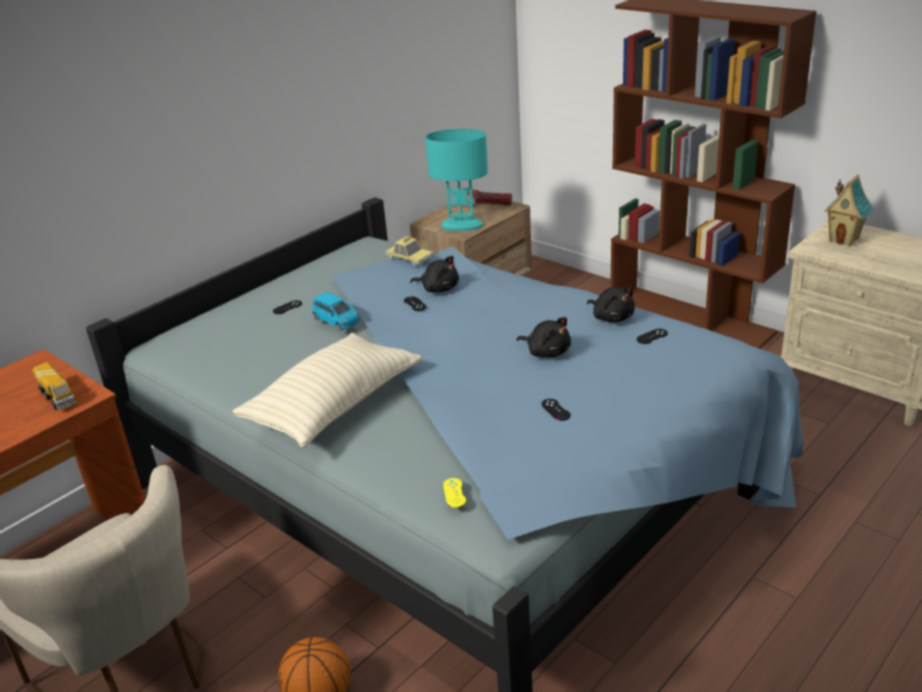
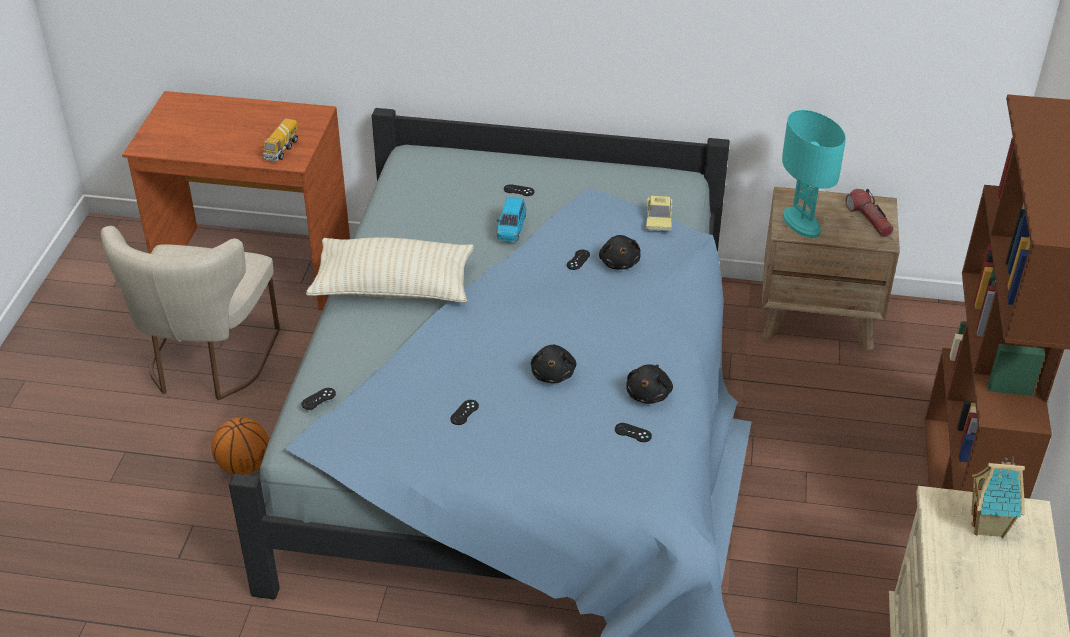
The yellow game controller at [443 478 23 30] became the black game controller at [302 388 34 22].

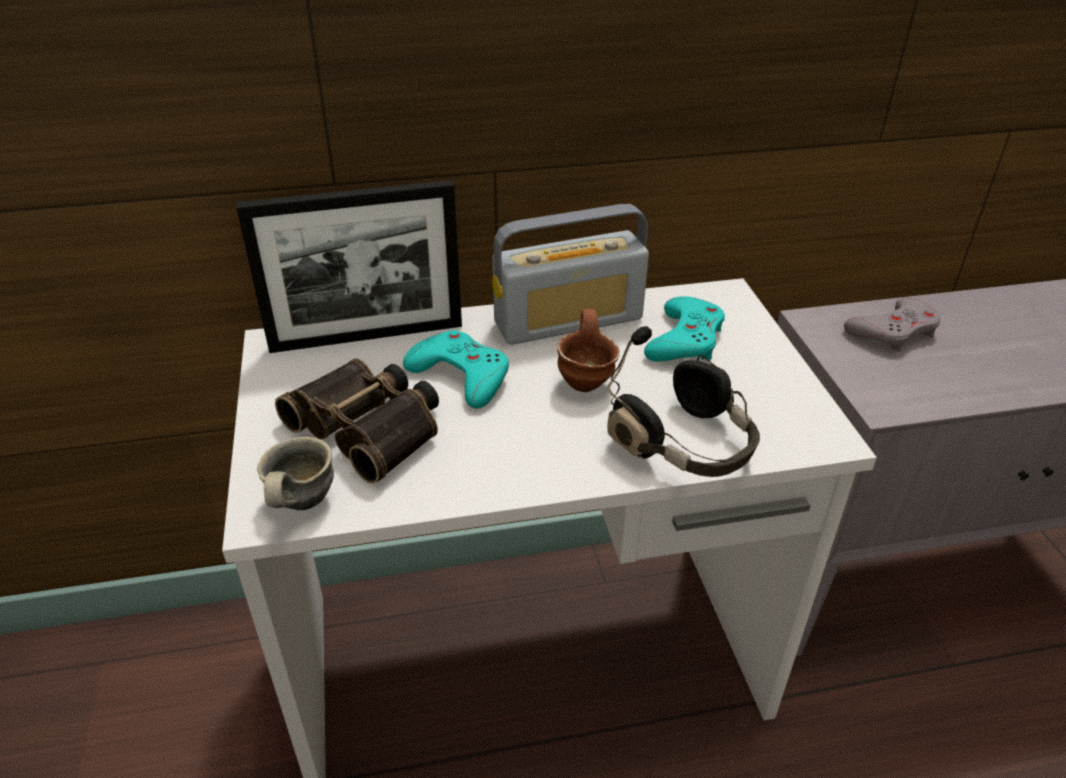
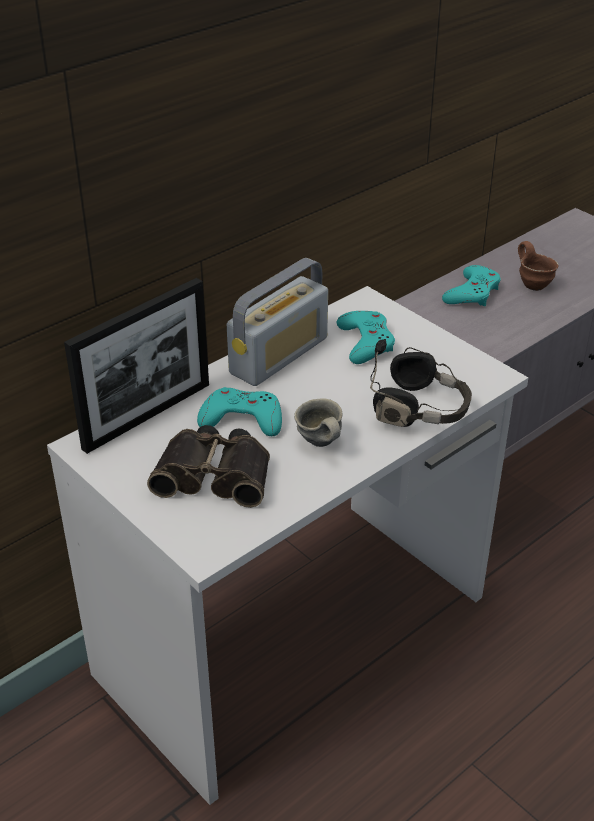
The grey mug moved from [257 437 77 73] to [294 398 48 49]. The grey game controller at [844 297 97 55] became the turquoise game controller at [442 265 59 41]. The brown mug moved from [557 309 63 83] to [518 241 41 50].

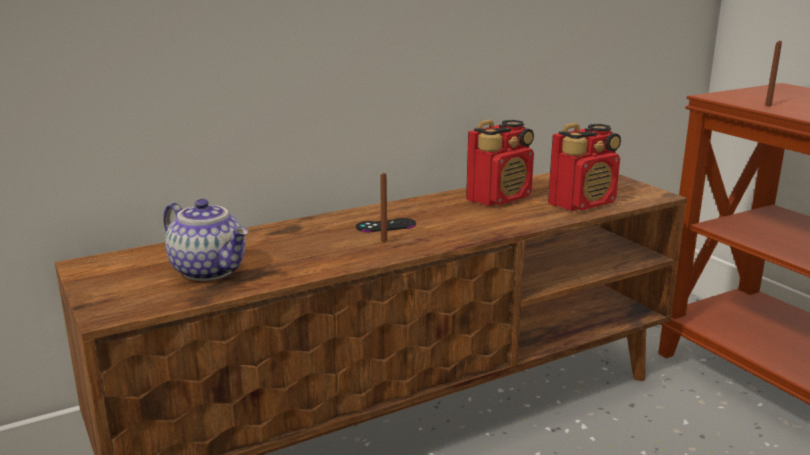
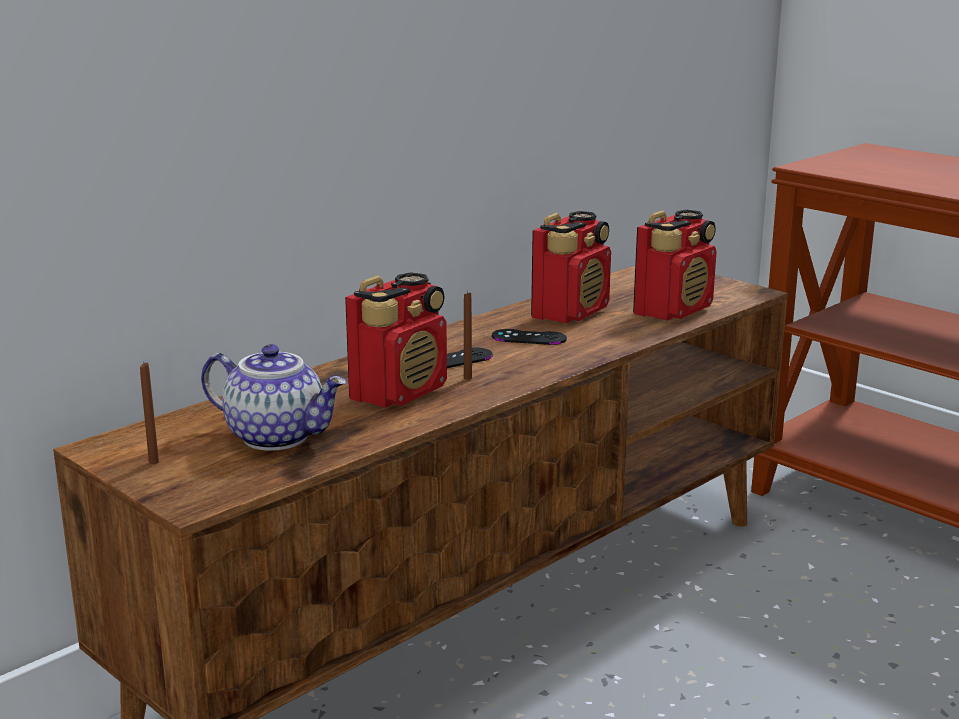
The brown candle moved from [765 41 17 65] to [140 362 19 102]. The radio at [345 272 102 136] appeared. The black game controller at [492 329 75 16] appeared.

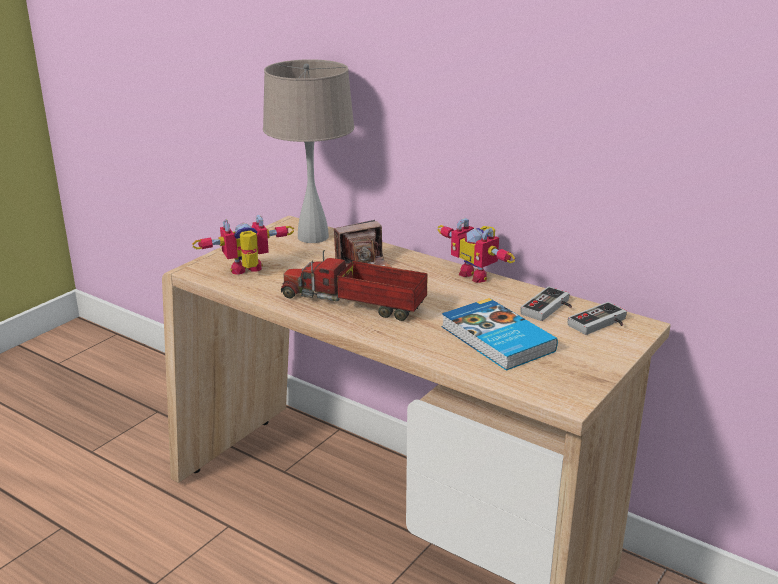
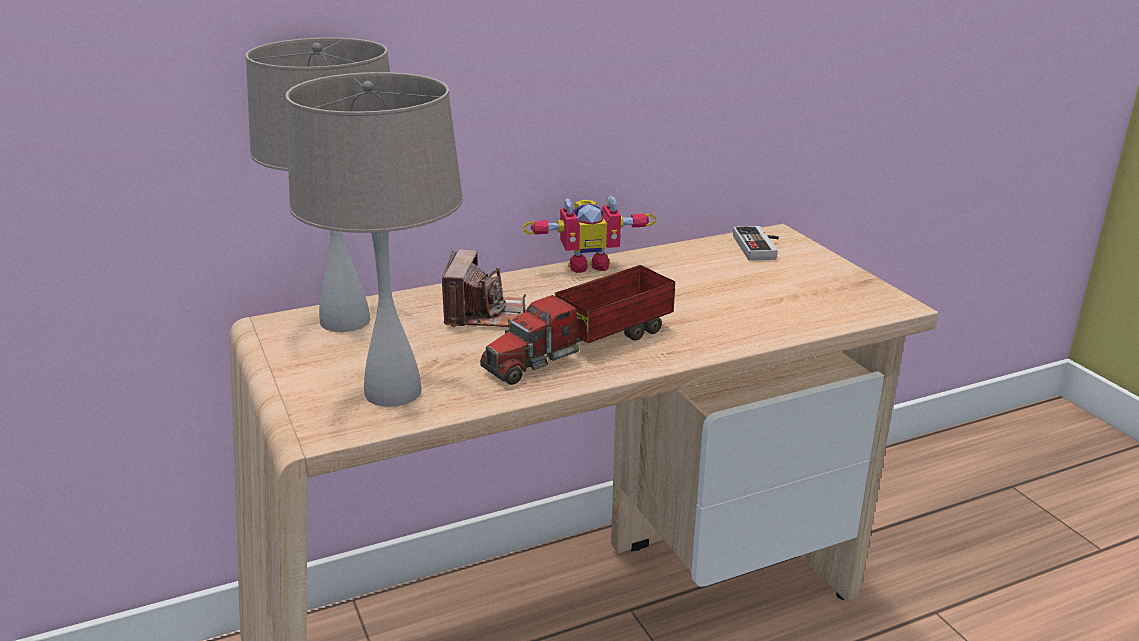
The toy robot at [192 215 102 60] was replaced by the beige table lamp at [285 72 178 335]. The book at [442 298 116 73] disappeared. The game controller at [520 287 52 34] disappeared.

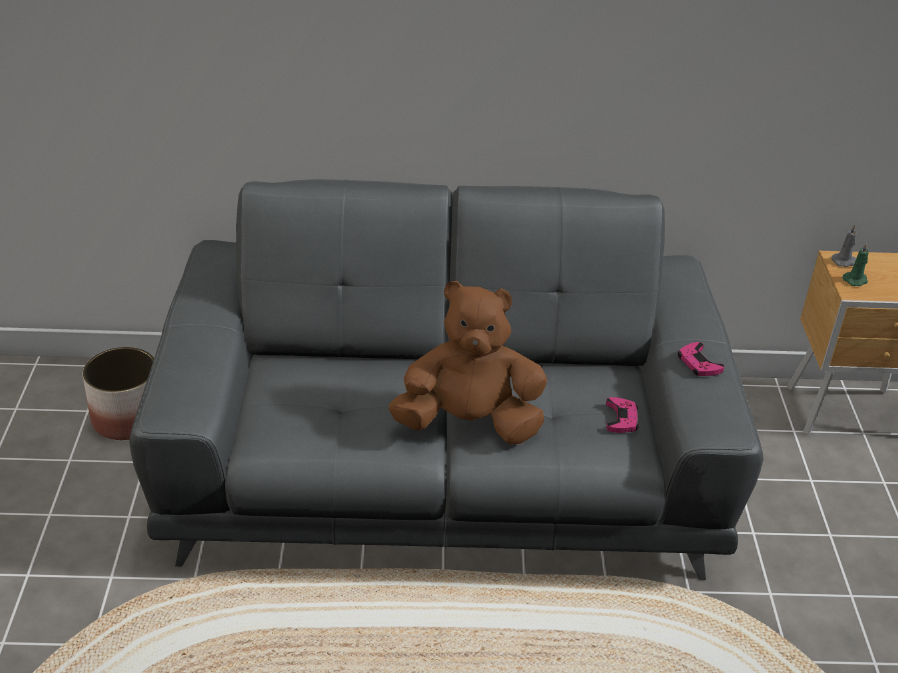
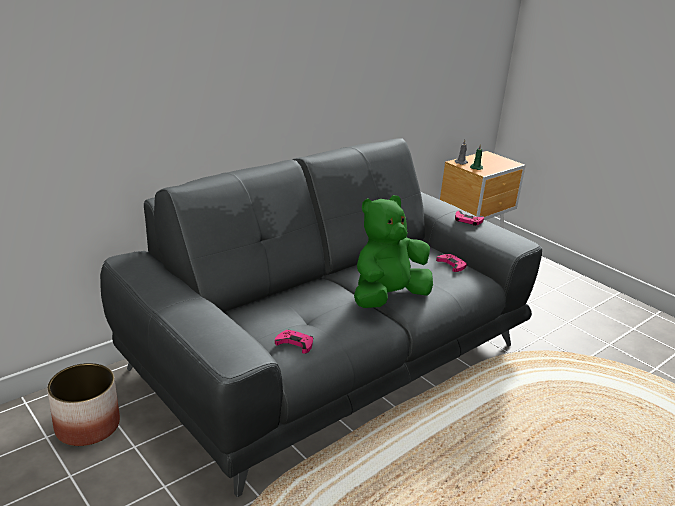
The pink game controller at [275 330 38 23] appeared. The brown plush toy at [389 281 158 164] became the green plush toy at [354 195 79 113].

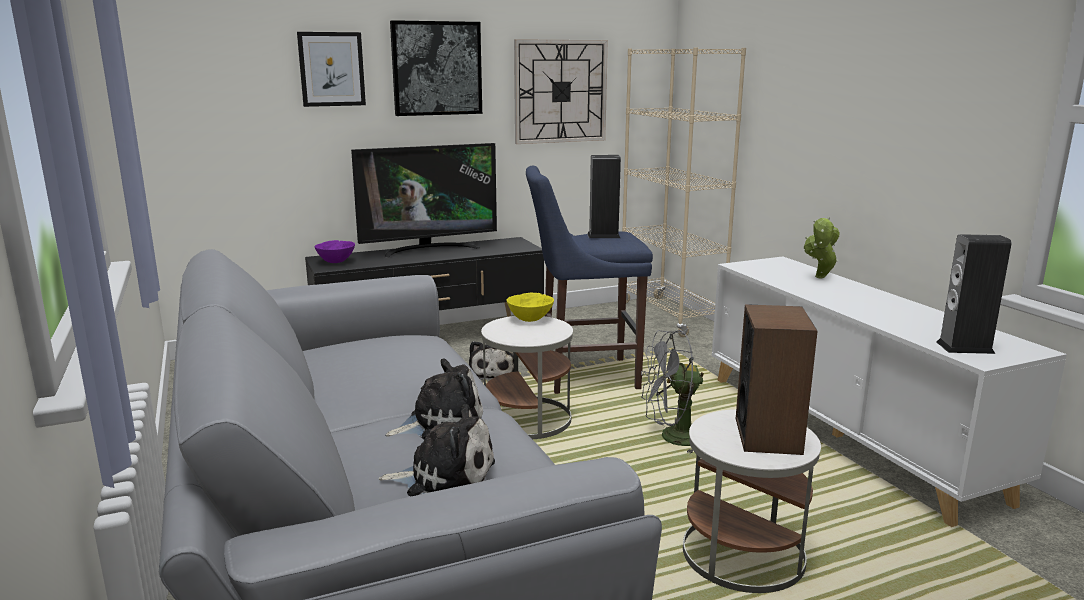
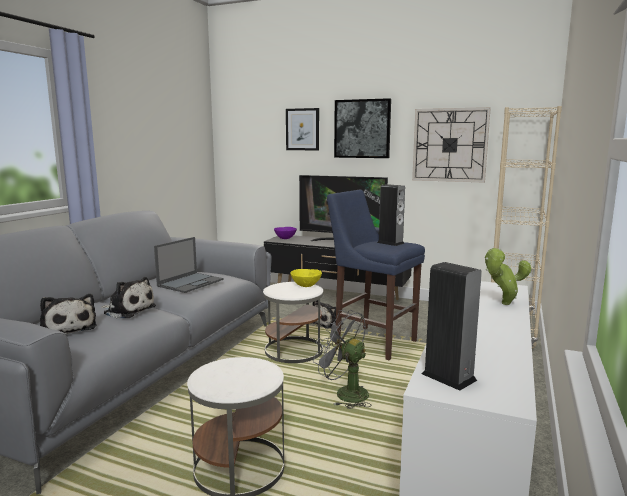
The laptop at [154 237 69 56] appeared. The speaker at [736 304 82 151] disappeared.

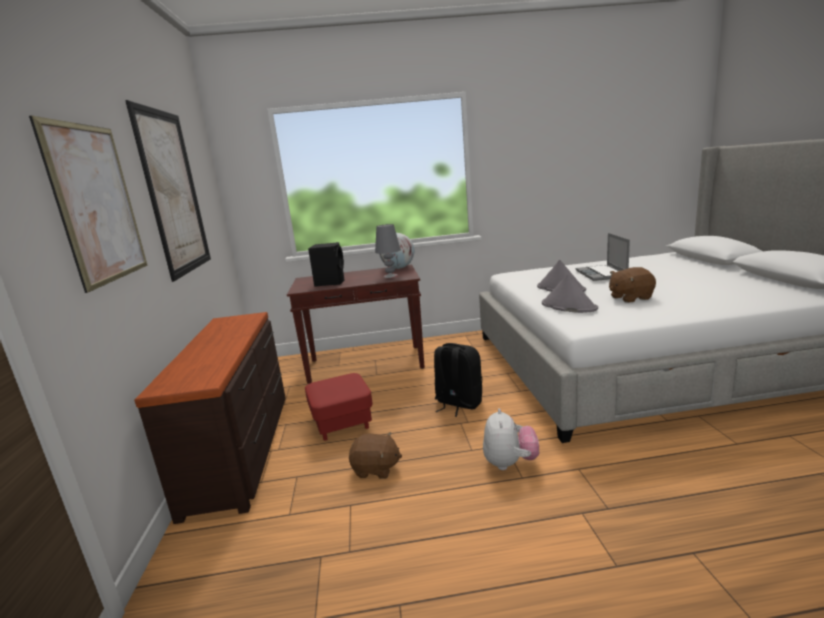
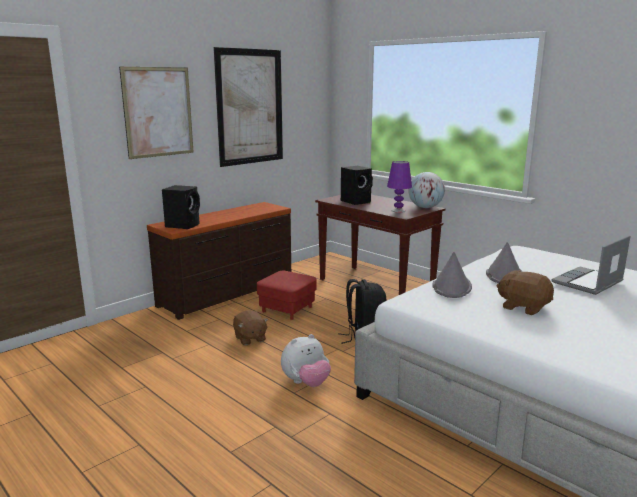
The black speaker at [162 185 38 44] appeared. The grey table lamp at [375 224 26 54] became the purple table lamp at [387 161 25 52].

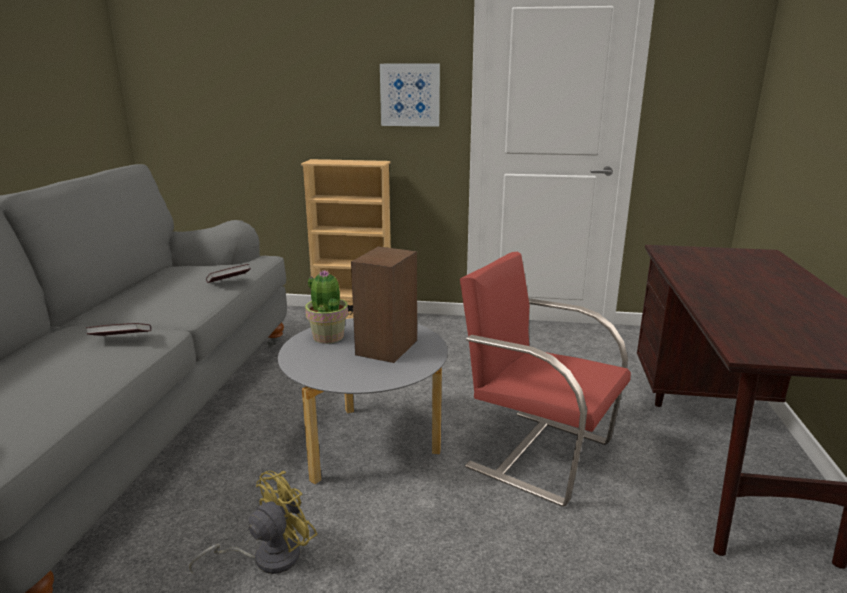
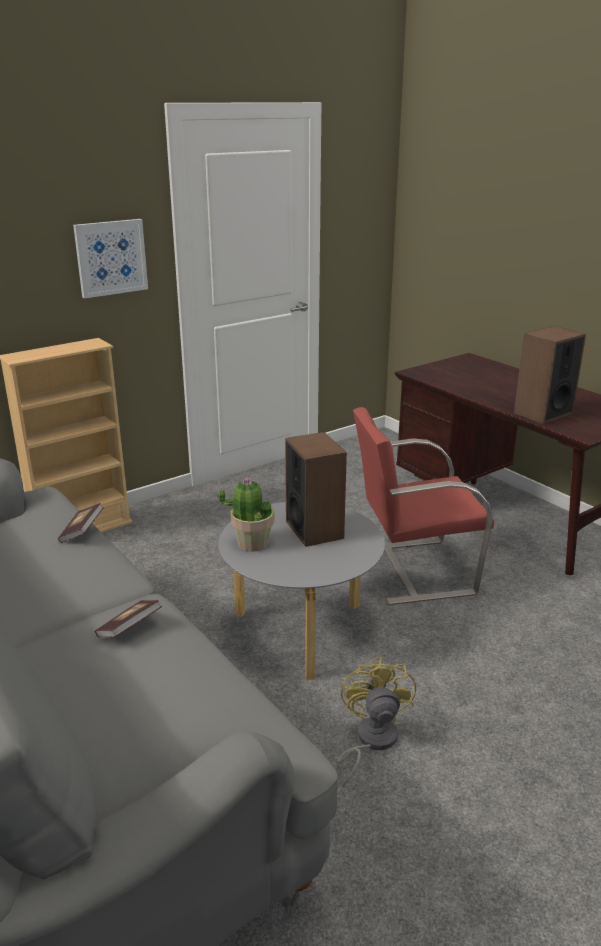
The speaker at [514 326 72 98] appeared.

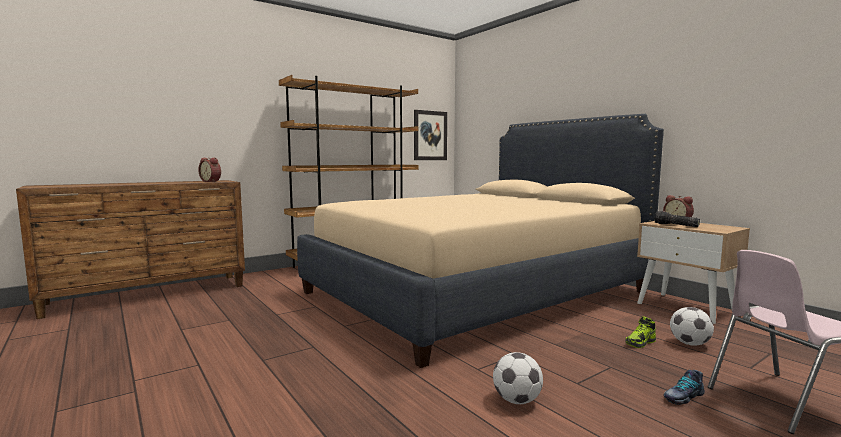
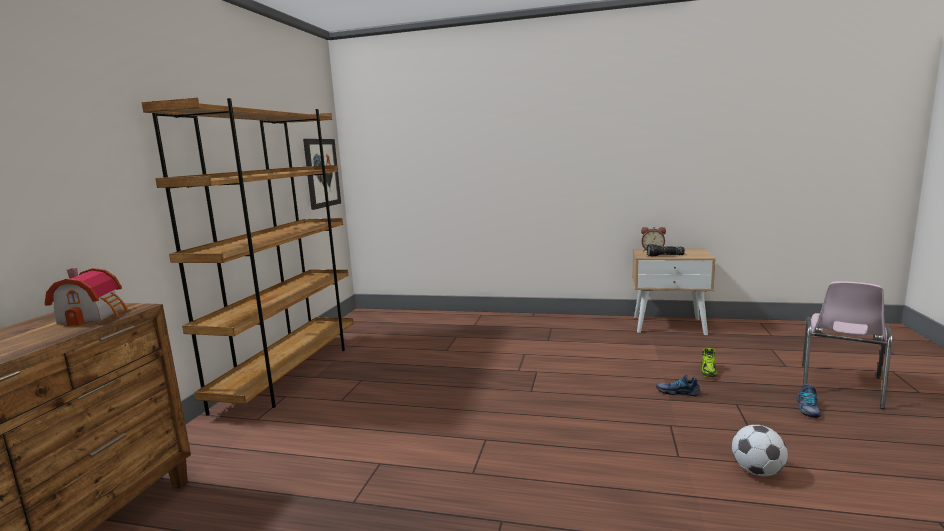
The alarm clock at [198 158 23 24] was replaced by the toy house at [45 268 83 58]. The shoe at [656 374 44 22] appeared. The beige bed at [297 114 367 254] disappeared. The football at [670 307 44 39] disappeared.

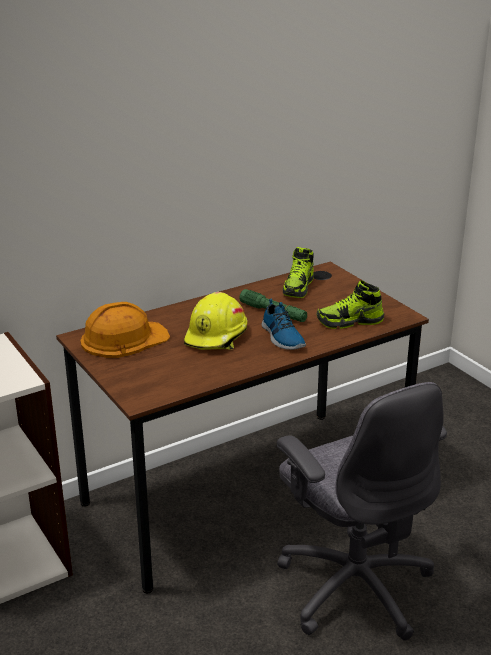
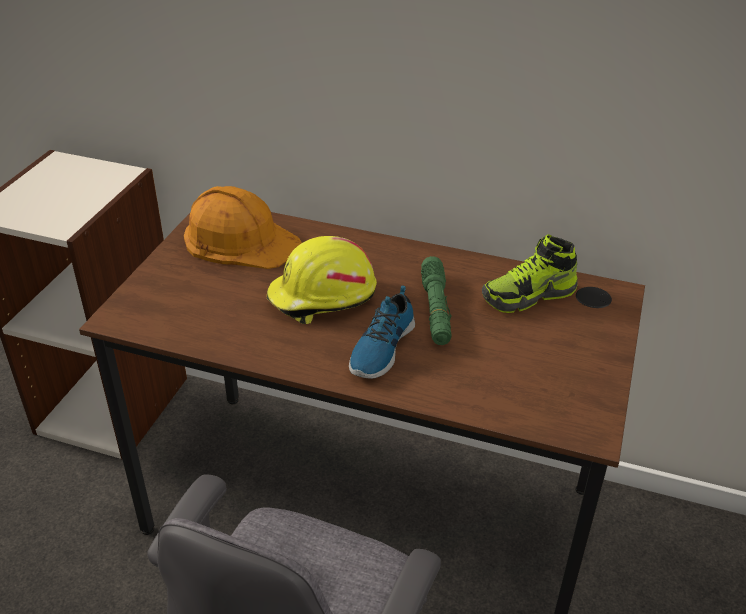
The shoe at [317 280 67 49] disappeared.

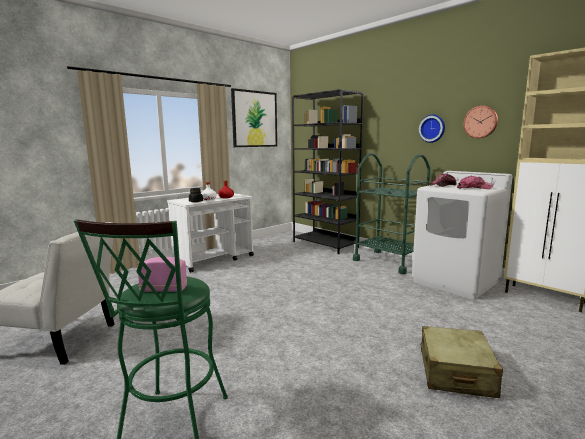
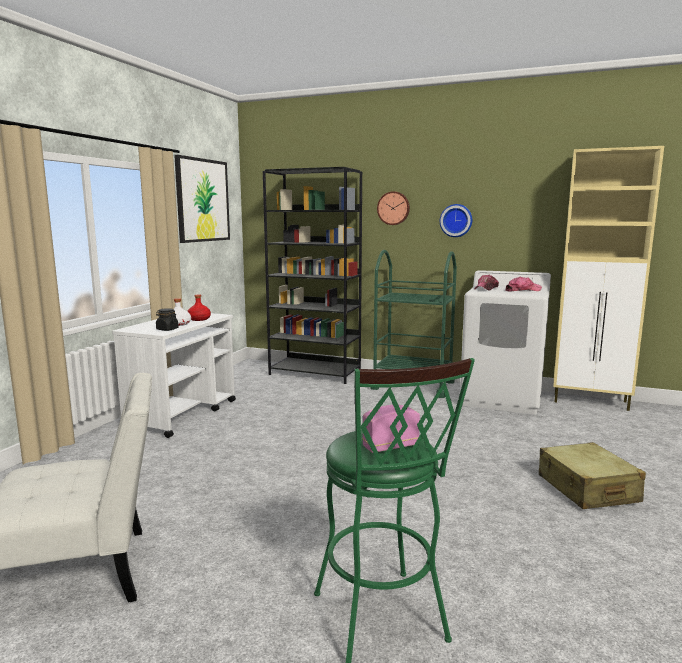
The wall clock moved from [463 106 35 32] to [377 191 33 34].

